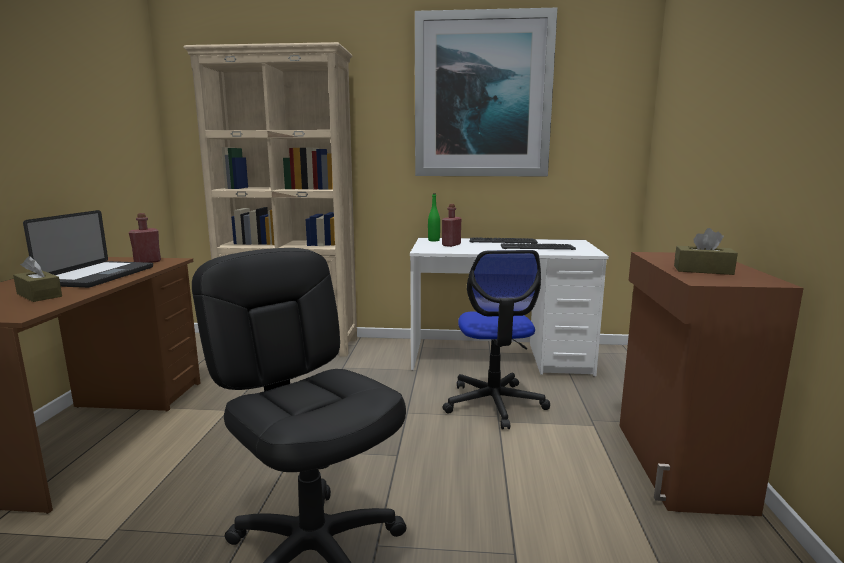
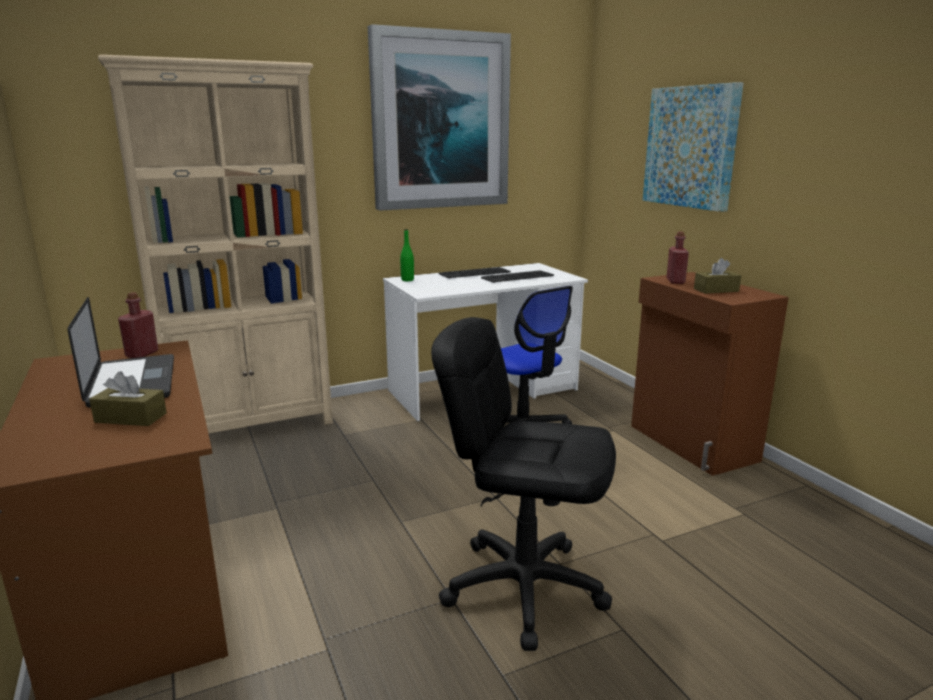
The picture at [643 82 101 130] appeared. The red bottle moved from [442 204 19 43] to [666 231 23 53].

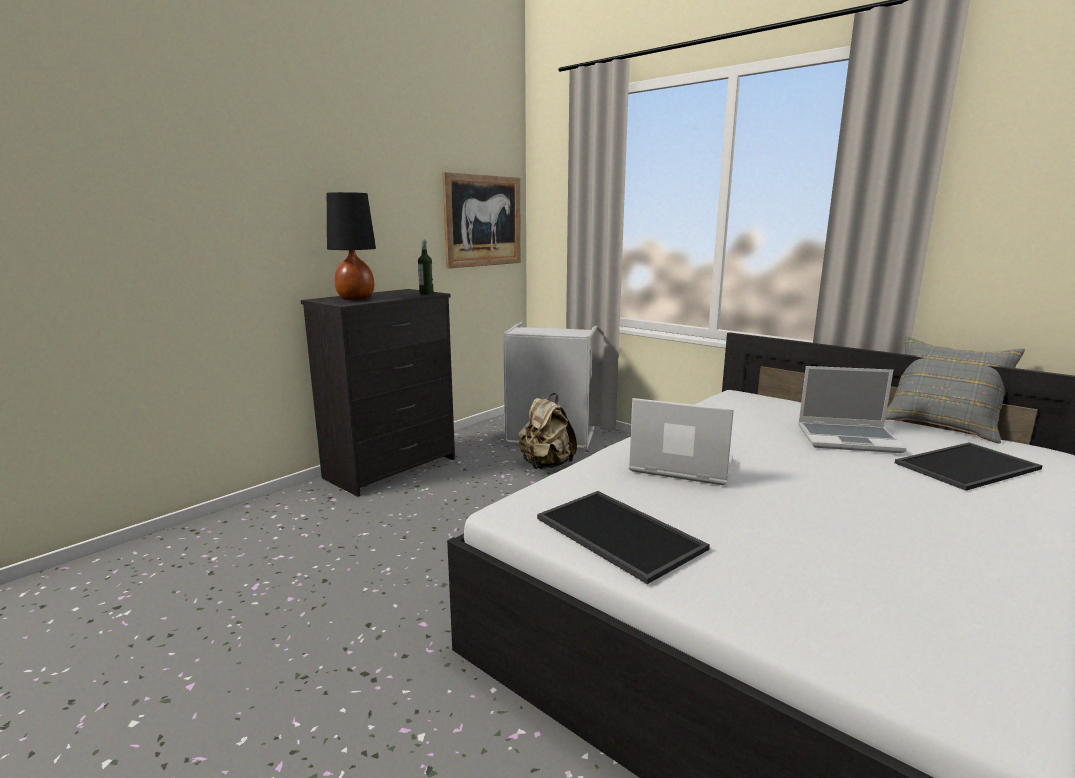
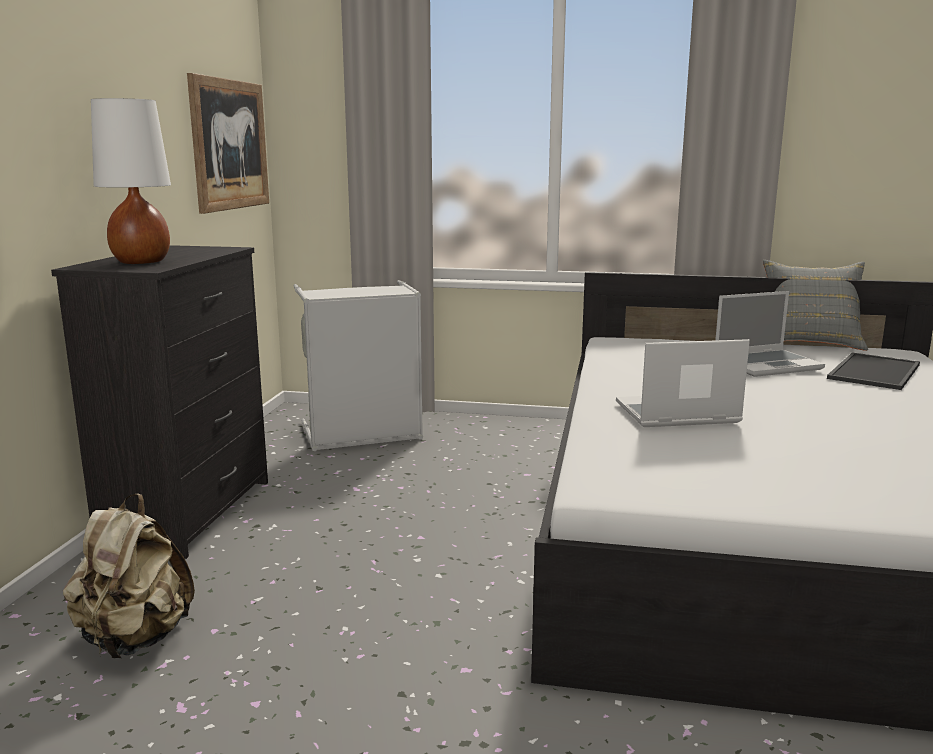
The beige backpack moved from [518 393 59 76] to [63 493 132 165]. The black table lamp at [327 192 49 108] became the white table lamp at [91 98 80 166]. The bottle at [418 240 16 55] disappeared. The tray at [537 491 173 93] disappeared.

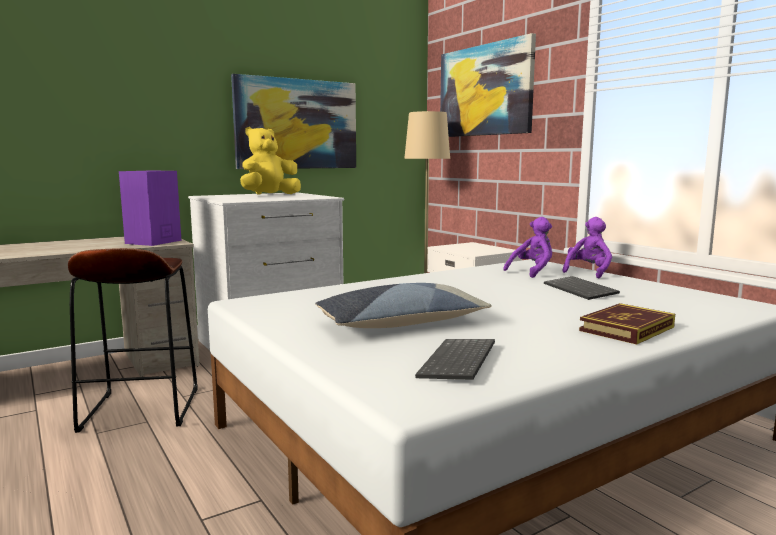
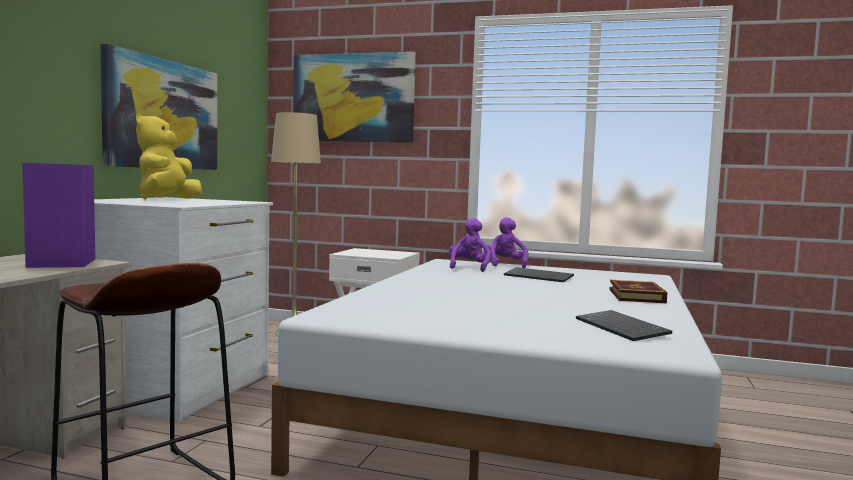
The pillow at [315 283 177 45] disappeared.

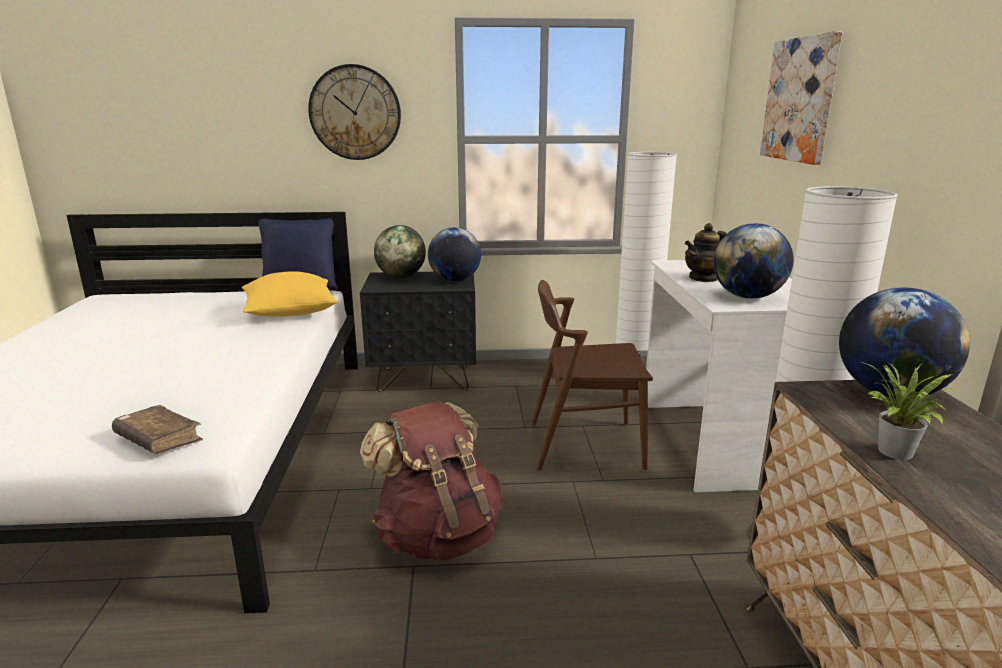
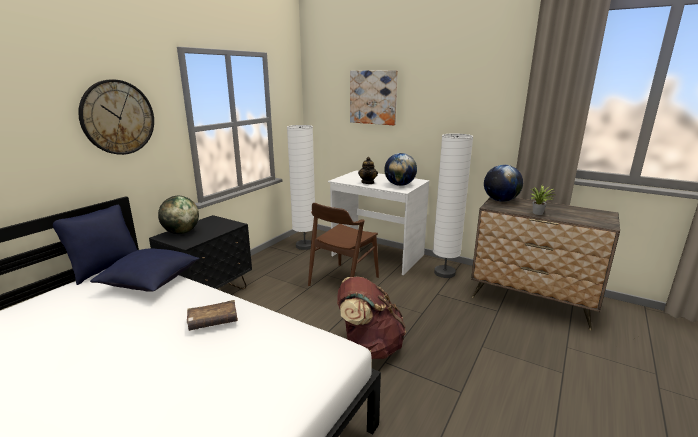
The yellow pillow at [242 271 96 46] became the blue pillow at [90 249 110 43]. The brown book moved from [112 405 91 49] to [187 300 51 31]. The globe at [428 227 53 54] disappeared.

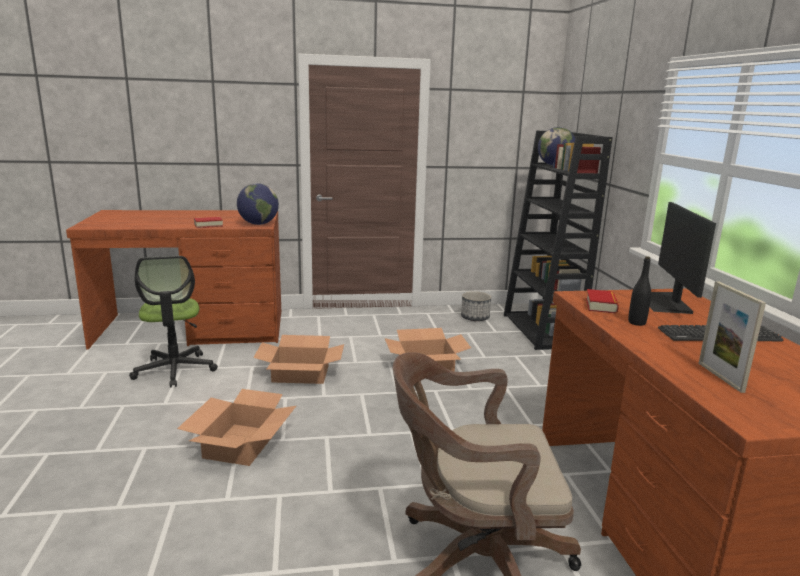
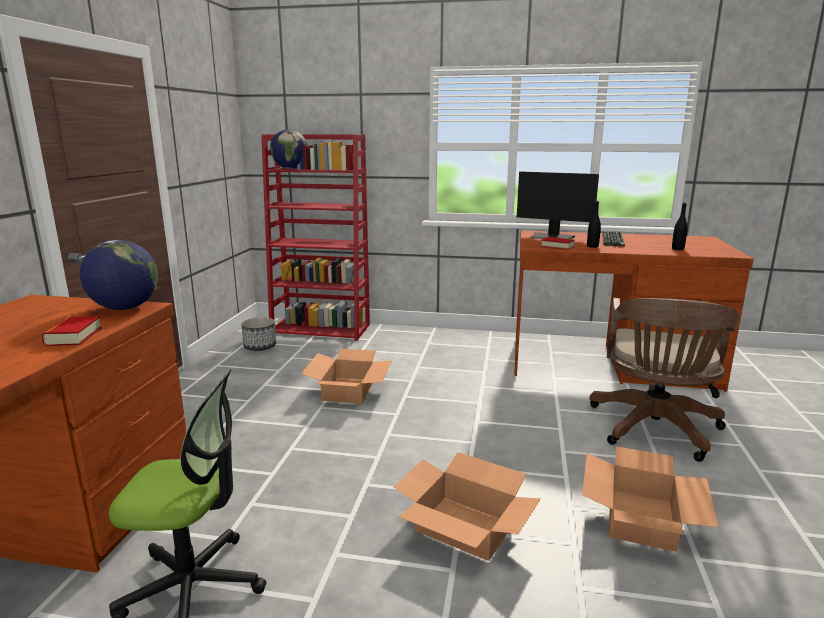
The black bookcase at [504 131 109 219] became the red bookcase at [261 134 109 207]. The cardboard box moved from [253 335 91 49] to [582 446 136 106]. The picture frame at [698 281 68 112] was replaced by the black bottle at [672 202 16 48].

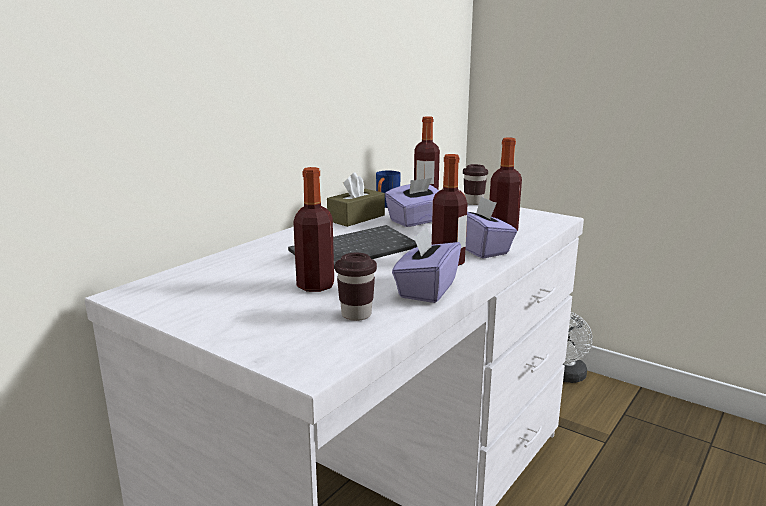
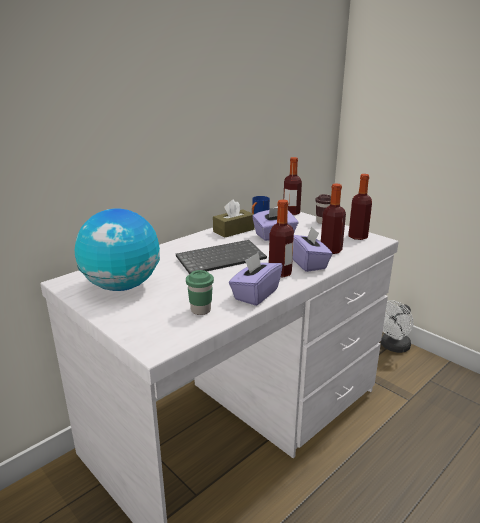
The globe at [75 208 85 83] appeared. The brown cup at [335 253 42 68] became the green cup at [186 270 28 45]. The bottle moved from [293 167 41 125] to [348 174 24 66].

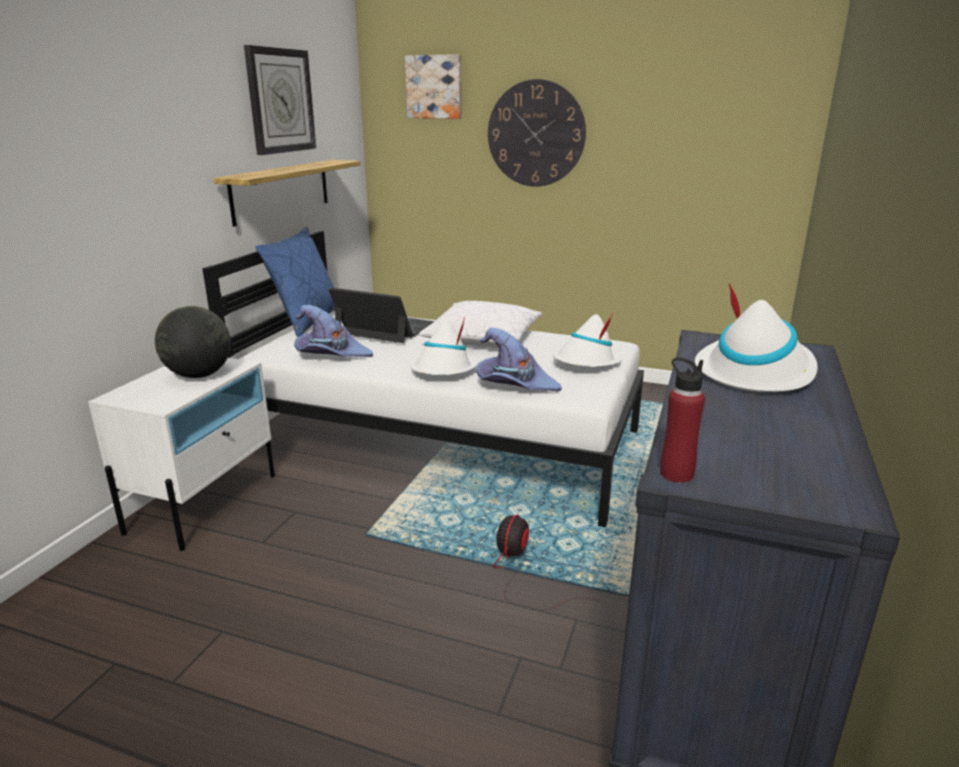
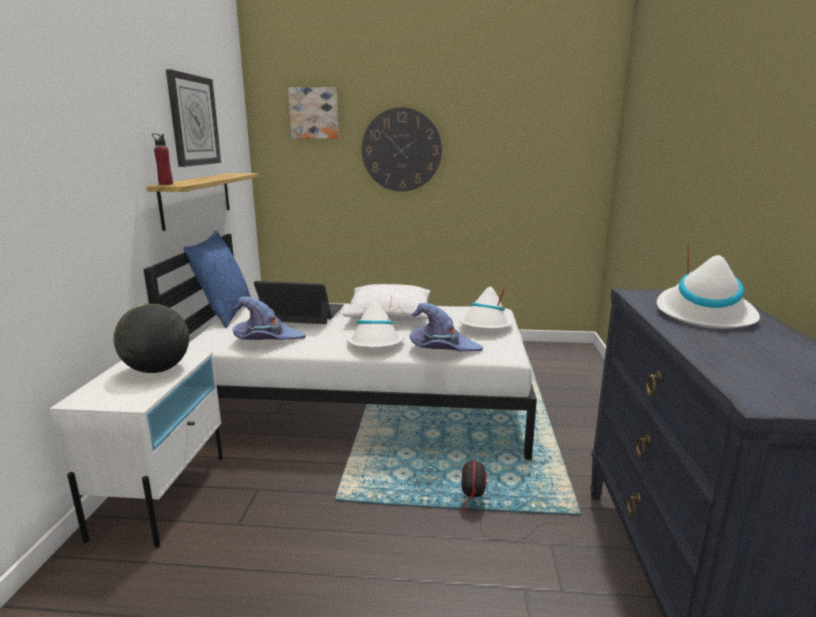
The red bottle moved from [660 357 45 126] to [152 133 21 52].

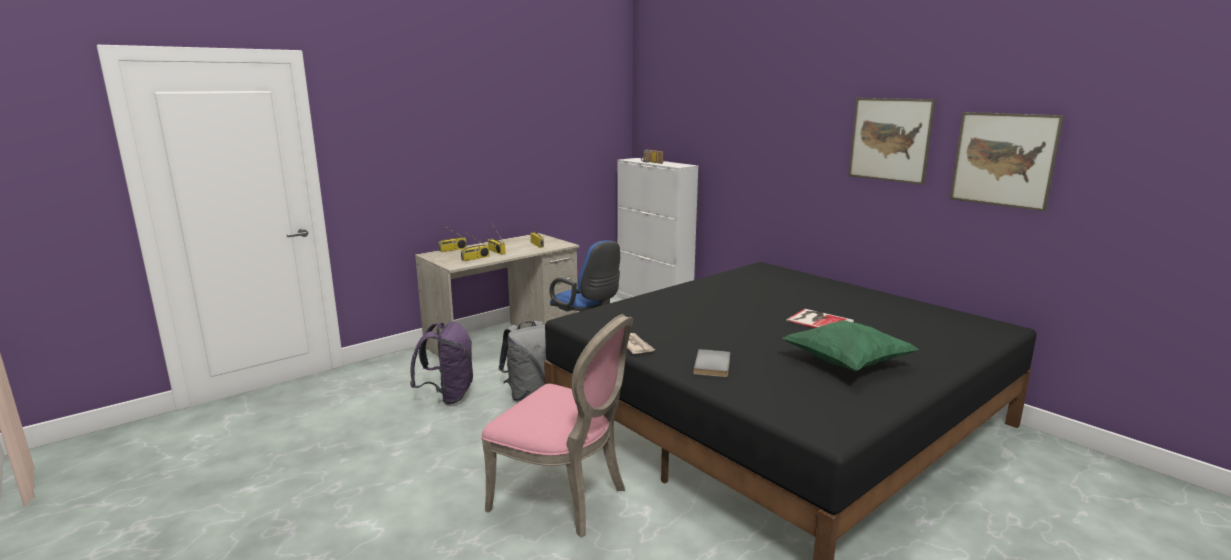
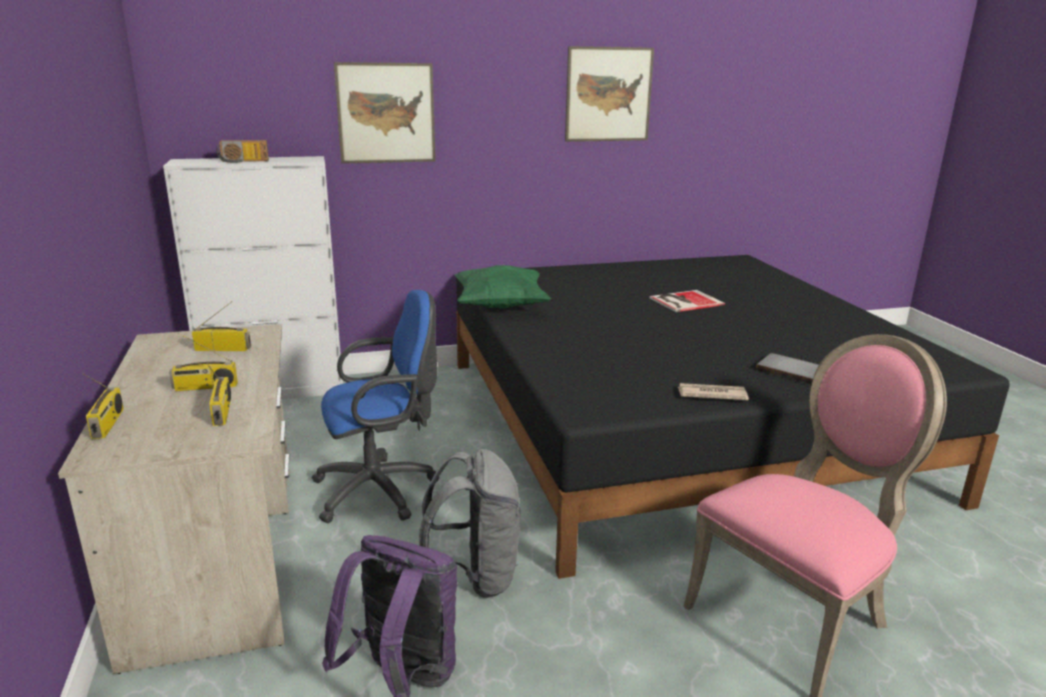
The picture moved from [950 112 114 99] to [334 62 102 102]. The green pillow moved from [783 320 136 52] to [455 265 96 43].

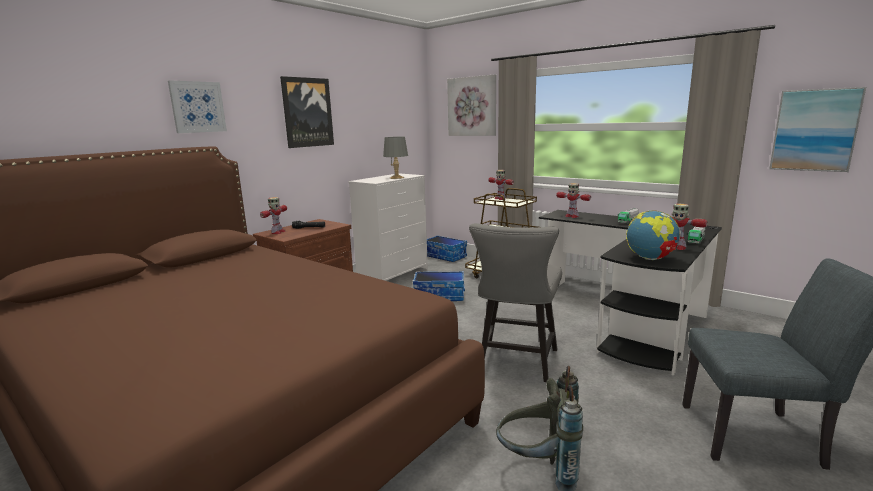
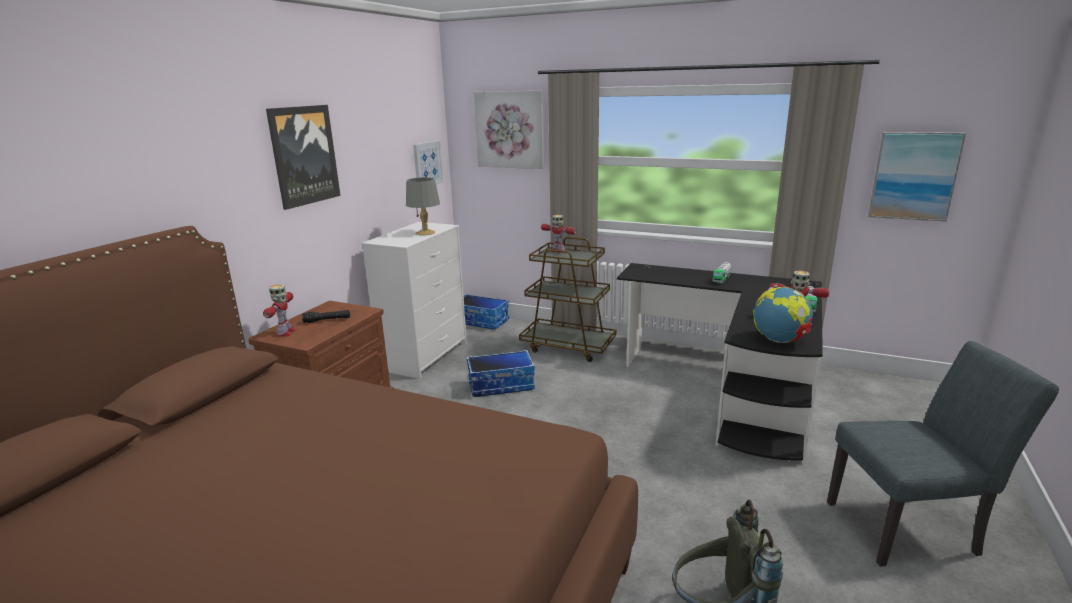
The picture moved from [168 80 59 53] to [413 140 31 45]. The grey chair at [469 223 93 159] disappeared. The toy robot at [556 183 35 35] disappeared.

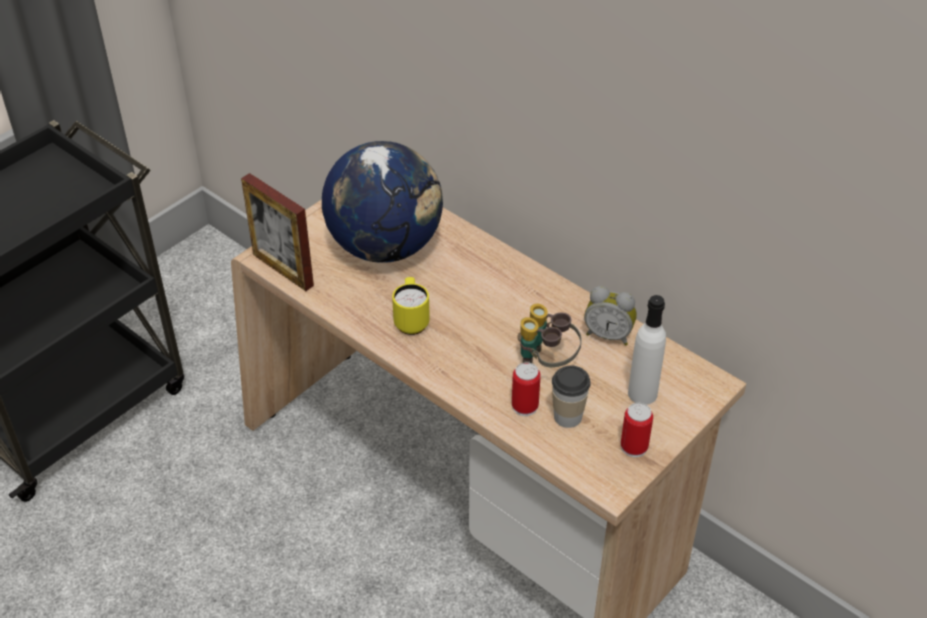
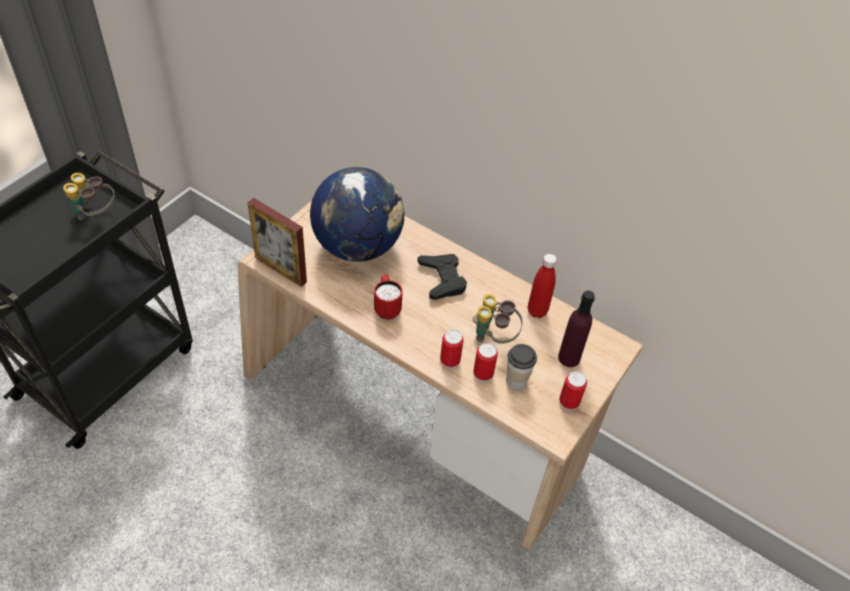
The binoculars at [63 173 52 47] appeared. The yellow mug at [392 277 38 58] became the red mug at [374 275 29 44]. The black game controller at [418 254 49 46] appeared. The can at [440 330 23 39] appeared. The alarm clock at [584 286 53 60] was replaced by the red bottle at [528 254 29 64]. The white bottle at [628 295 38 110] became the purple bottle at [558 290 37 77].

